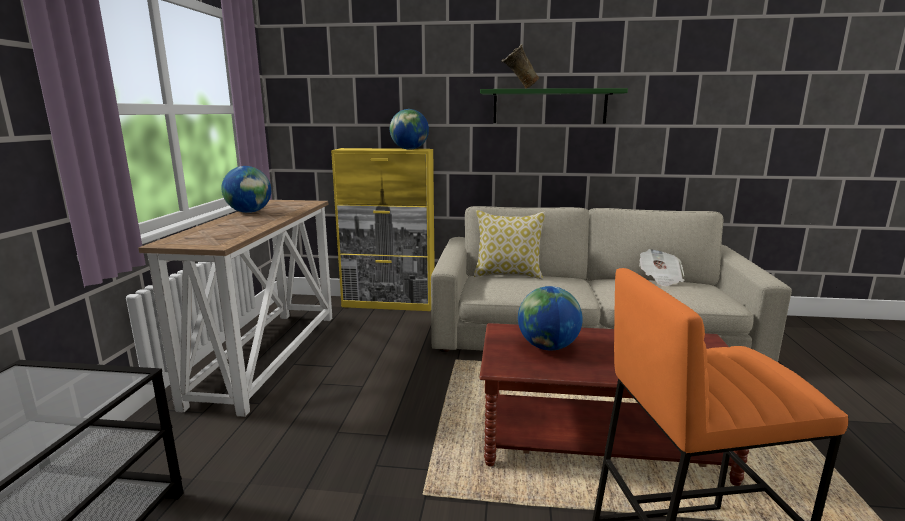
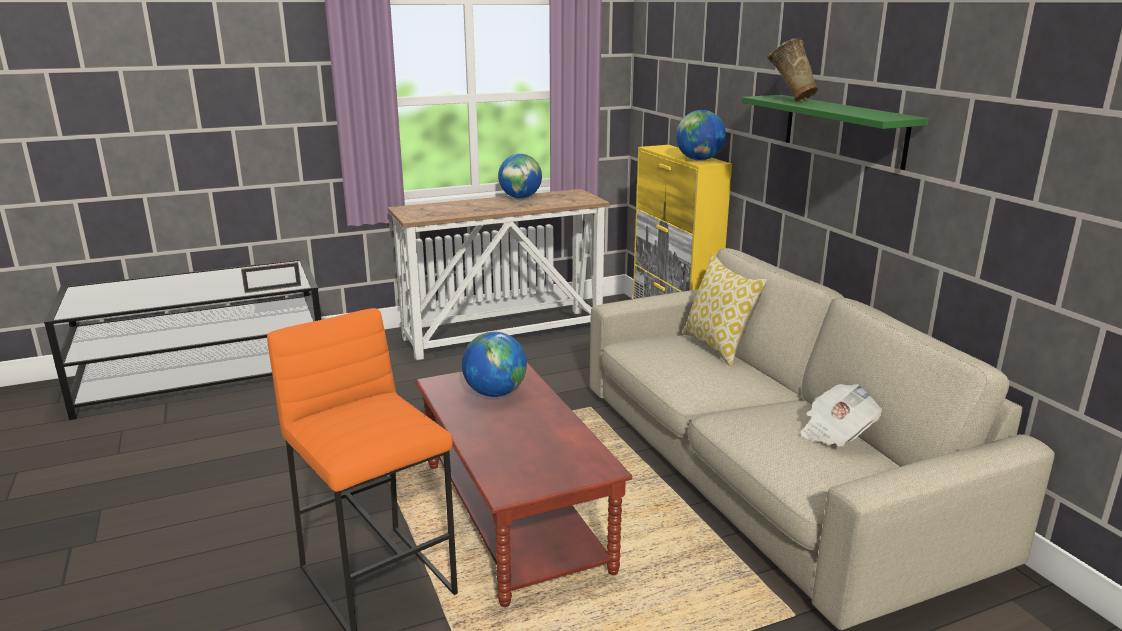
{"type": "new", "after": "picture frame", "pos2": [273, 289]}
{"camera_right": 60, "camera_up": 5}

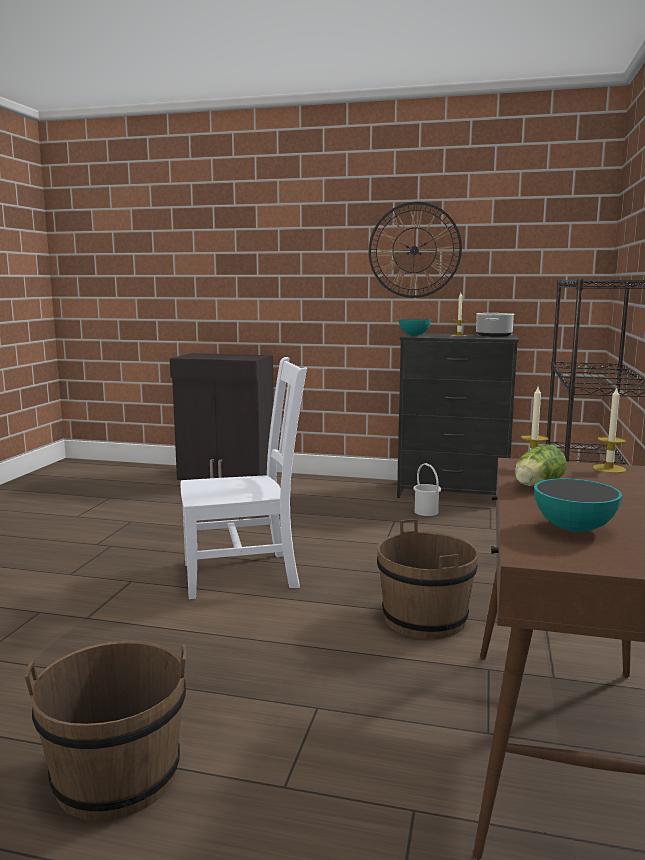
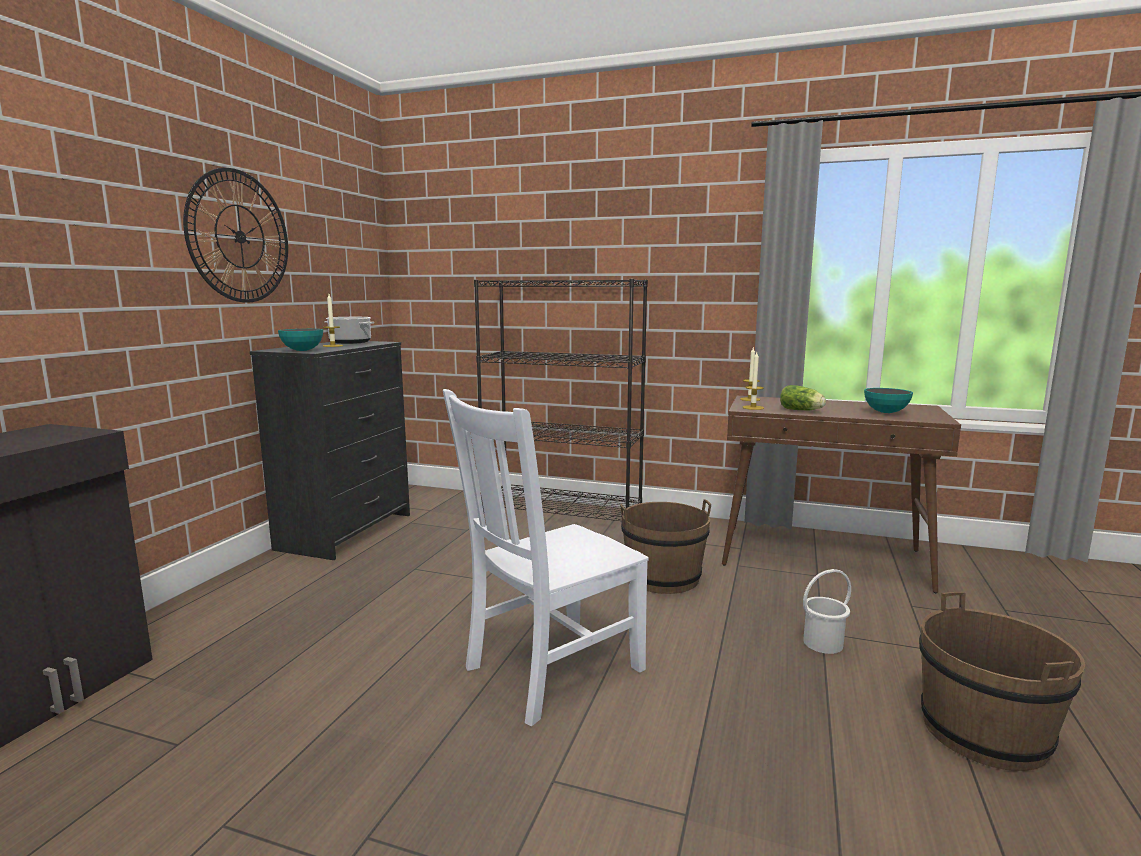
{"type": "rotated", "before": "white chair", "pos1": [245, 574], "pos2": [549, 670], "turn": -120}
{"type": "shifted", "before": "white bucket", "pos1": [426, 512], "pos2": [822, 643]}
{"camera_right": -85, "camera_up": 0}

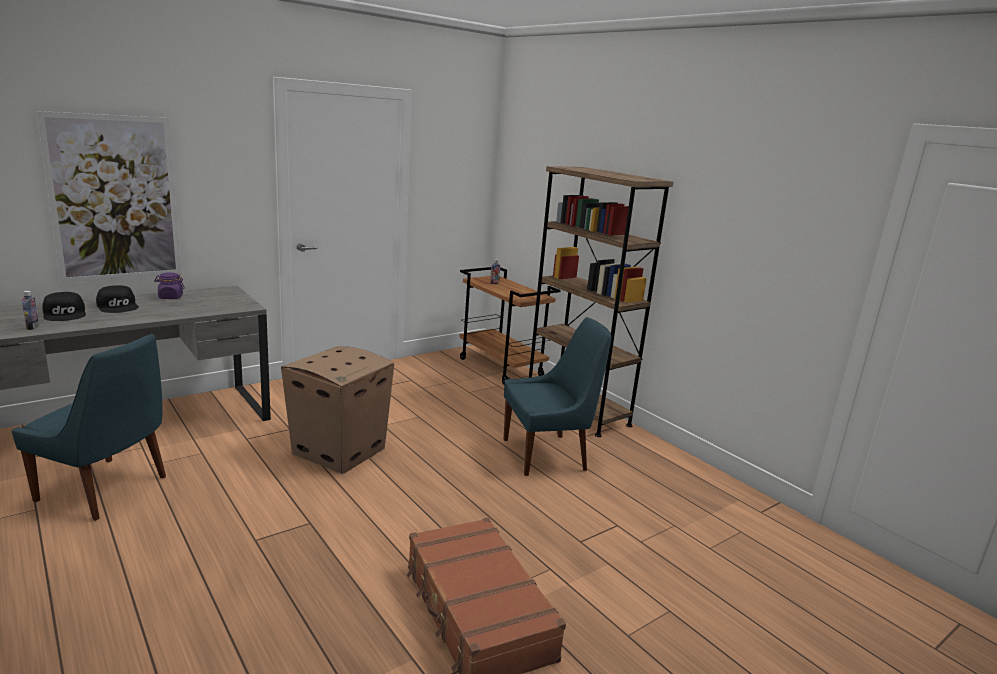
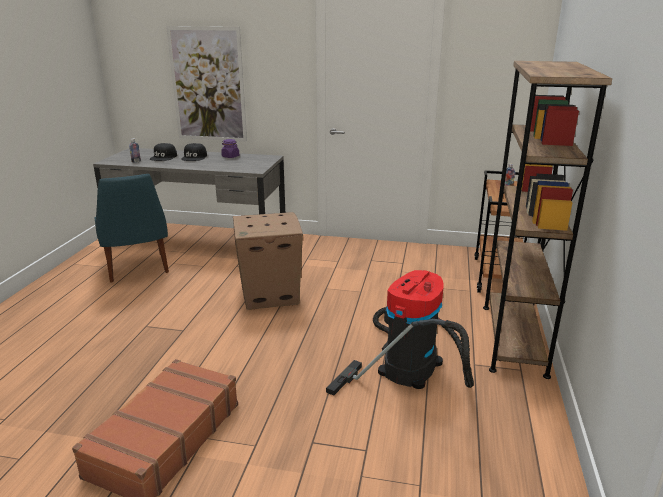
{"type": "swapped", "before": "blue chair", "after": "vacuum cleaner", "pos1": [547, 454], "pos2": [411, 363]}
{"camera_right": 50, "camera_up": 5}

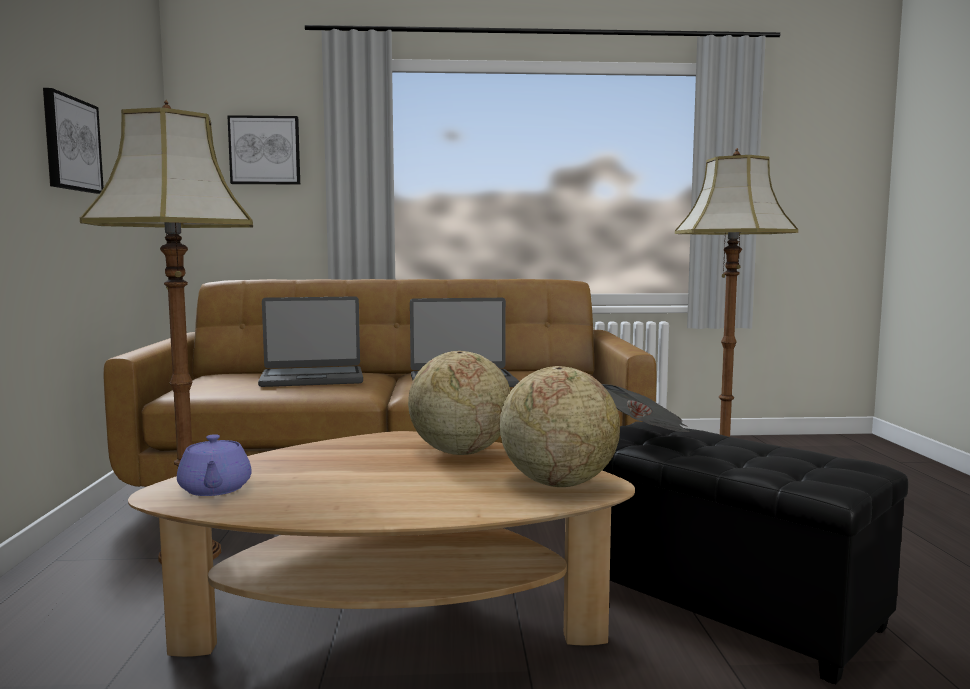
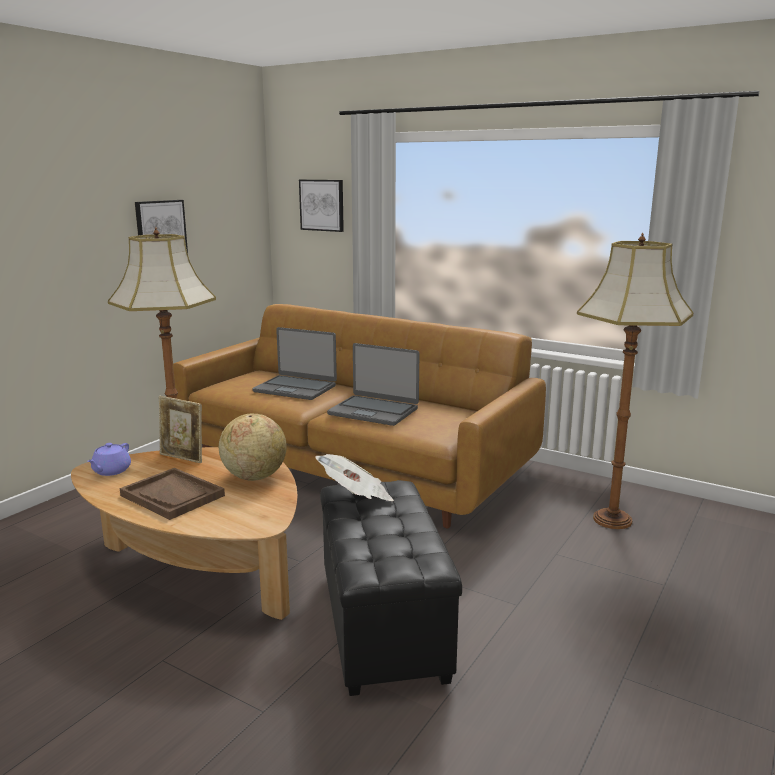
{"type": "new", "after": "brown tray", "pos2": [173, 495]}
{"type": "new", "after": "picture frame", "pos2": [182, 458]}
{"type": "gone", "before": "globe", "pos1": [558, 483]}
{"camera_right": 35, "camera_up": 10}

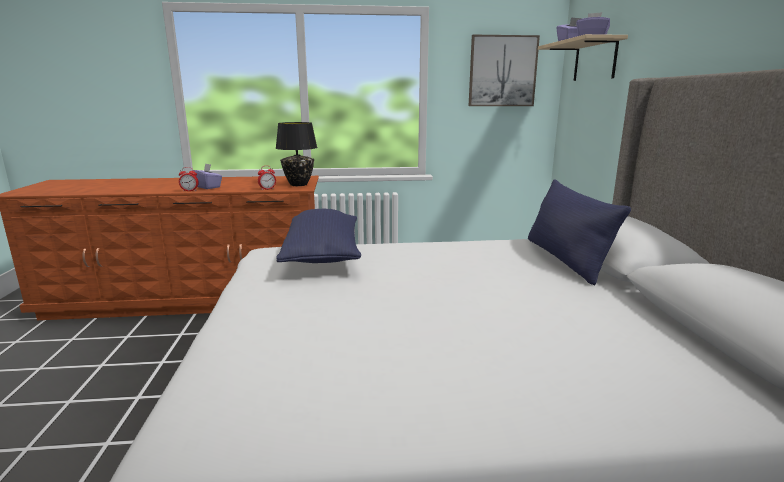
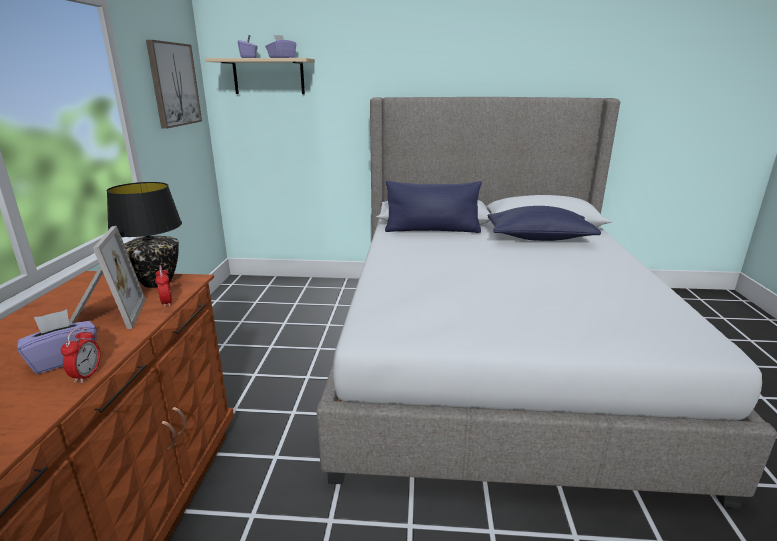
{"type": "new", "after": "picture frame", "pos2": [104, 317]}
{"type": "shifted", "before": "blue pillow", "pos1": [323, 255], "pos2": [539, 238]}
{"camera_right": -80, "camera_up": 5}

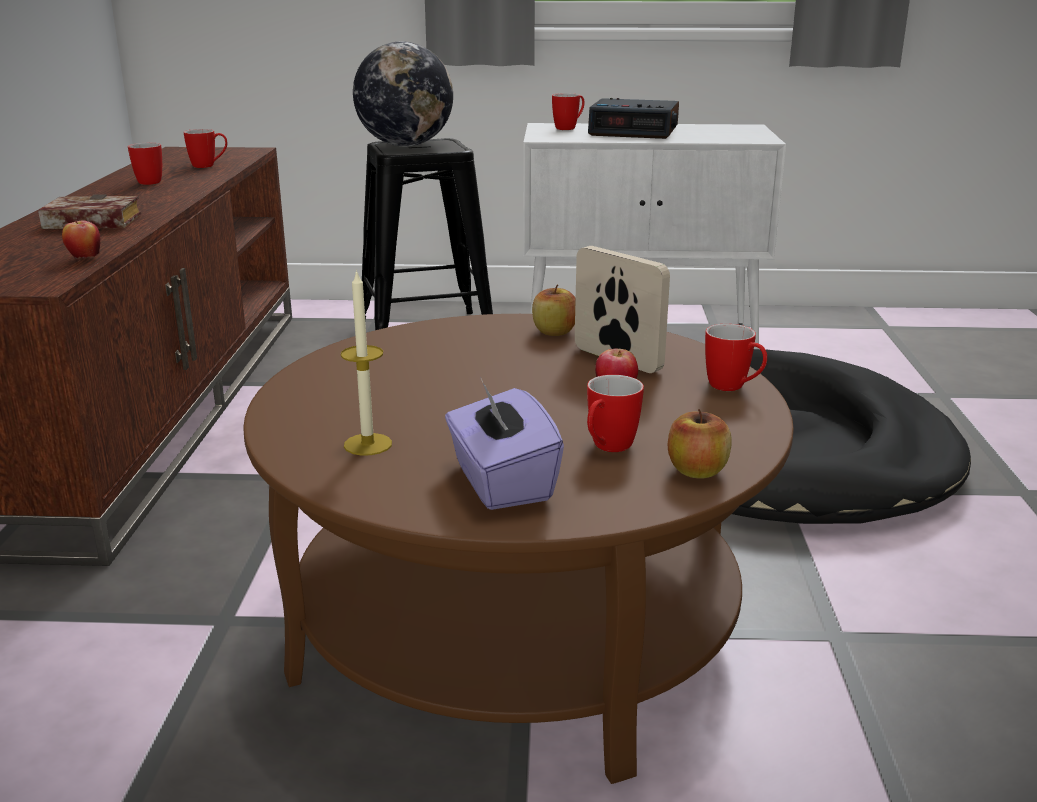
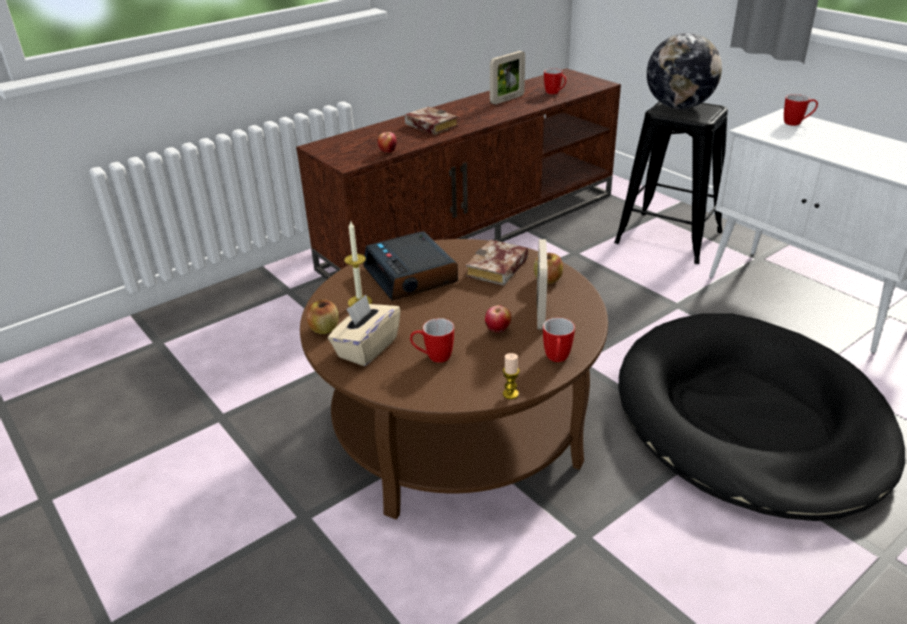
{"type": "shifted", "before": "apple", "pos1": [697, 471], "pos2": [324, 329]}
{"type": "repainted", "before": "purple tissue box", "after": "beige tissue box", "pos1": [501, 482], "pos2": [366, 348]}
{"type": "shifted", "before": "alarm clock", "pos1": [635, 131], "pos2": [411, 275]}
{"type": "new", "after": "book", "pos2": [498, 270]}
{"type": "swapped", "before": "mug", "after": "picture frame", "pos1": [151, 181], "pos2": [507, 99]}
{"type": "new", "after": "candle", "pos2": [510, 394]}
{"camera_right": 50, "camera_up": 10}

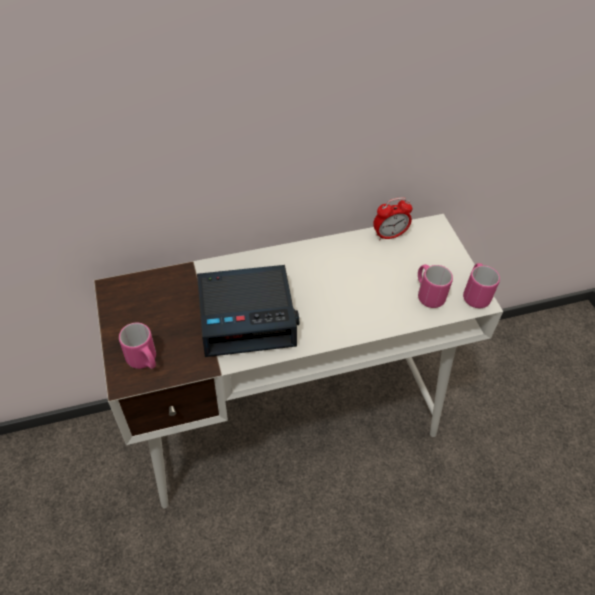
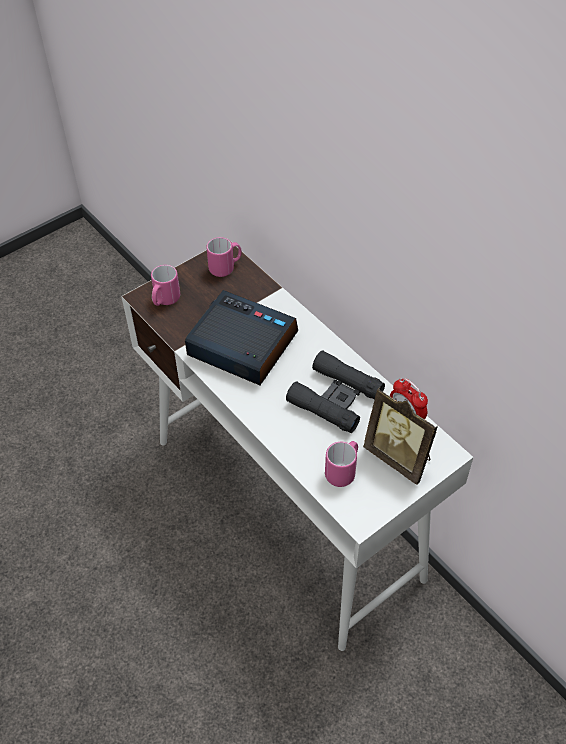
{"type": "rotated", "before": "alarm clock", "pos1": [247, 316], "pos2": [241, 345], "turn": 150}
{"type": "shifted", "before": "pink mug", "pos1": [475, 294], "pos2": [225, 267]}
{"type": "new", "after": "black binoculars", "pos2": [335, 398]}
{"type": "new", "after": "picture frame", "pos2": [399, 457]}
{"camera_right": 70, "camera_up": 0}

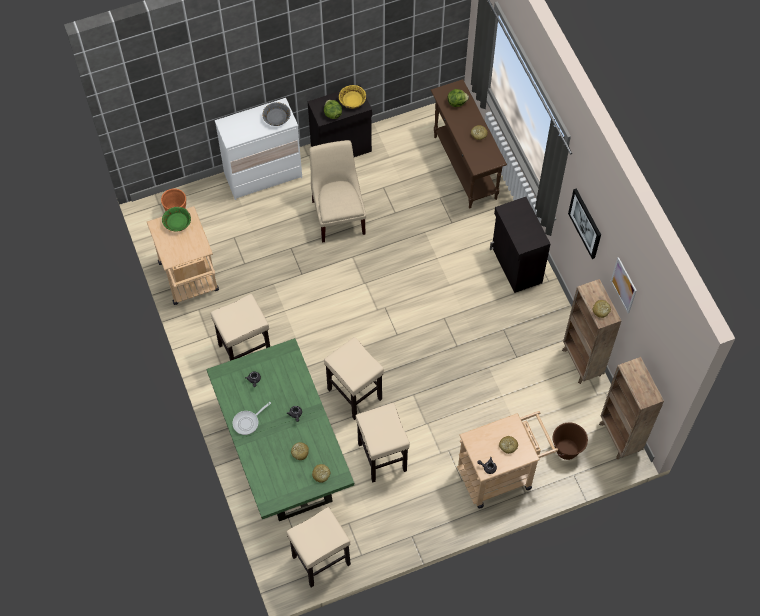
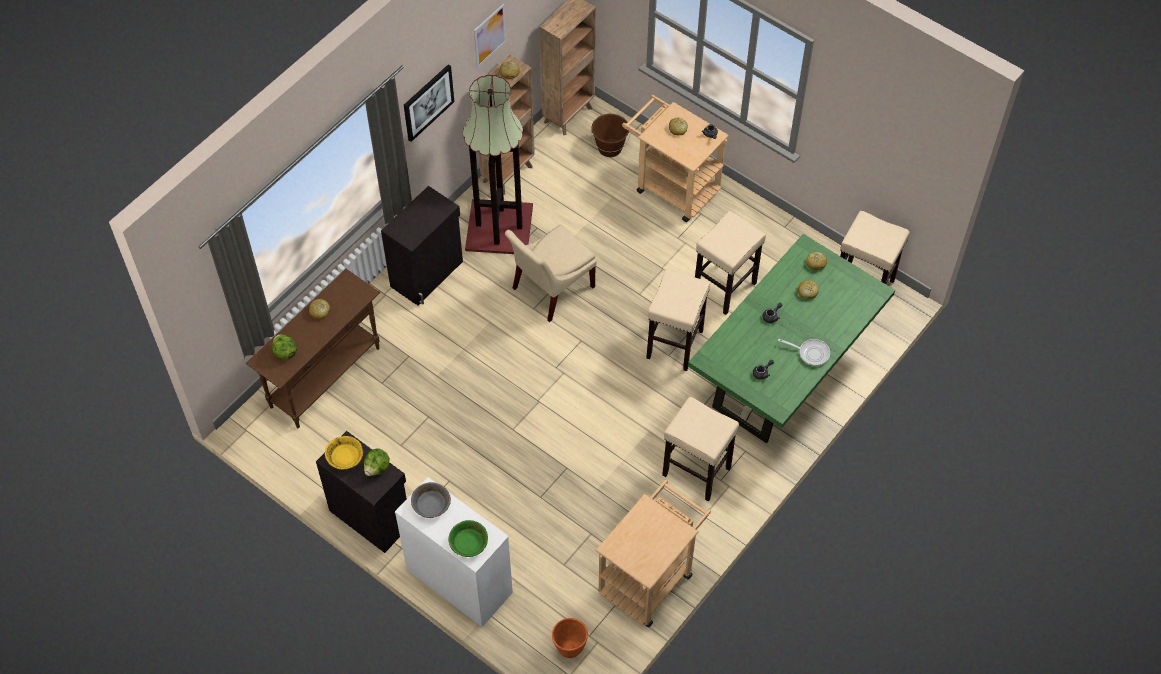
{"type": "shifted", "before": "green bowl", "pos1": [177, 222], "pos2": [468, 542]}
{"type": "new", "after": "floor lamp", "pos2": [500, 227]}
{"type": "shifted", "before": "beige chair", "pos1": [338, 214], "pos2": [550, 289]}
{"camera_right": -120, "camera_up": -5}

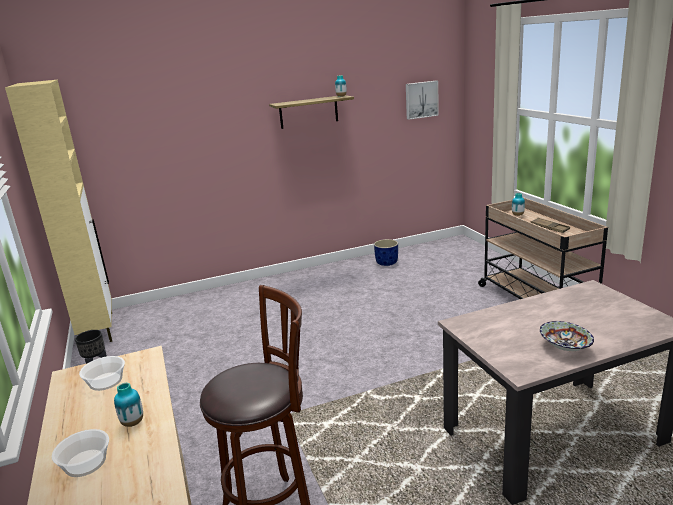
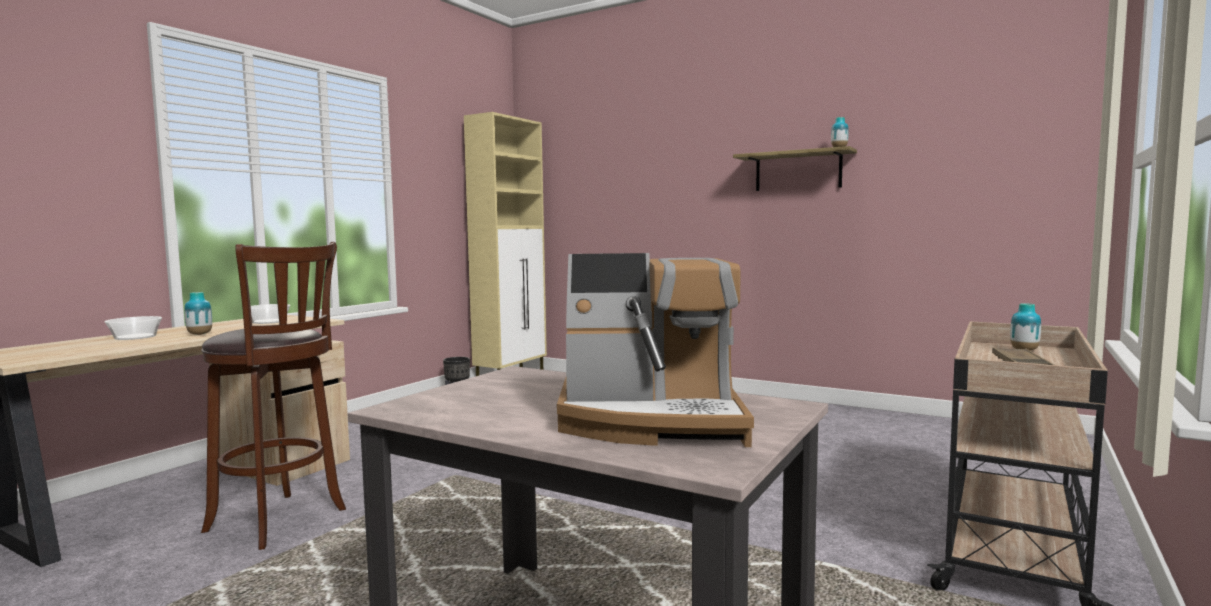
{"type": "new", "after": "coffee machine", "pos2": [652, 420]}
{"type": "gone", "before": "blue planter", "pos1": [387, 262]}
{"type": "gone", "before": "picture", "pos1": [421, 99]}
{"type": "gone", "before": "bowl", "pos1": [565, 347]}
{"camera_right": 50, "camera_up": -15}

